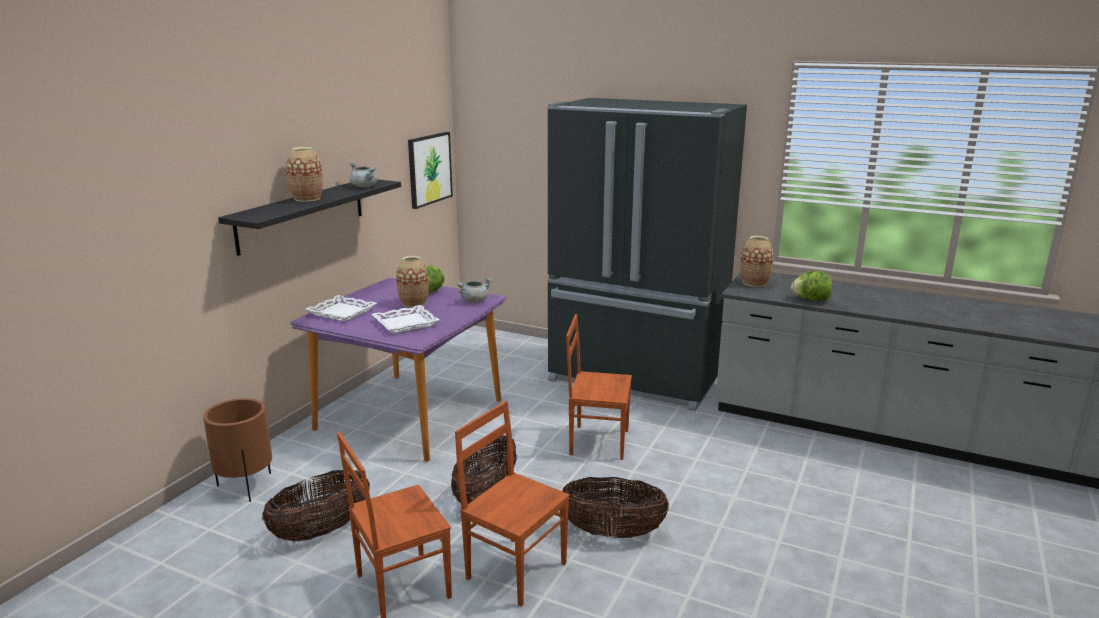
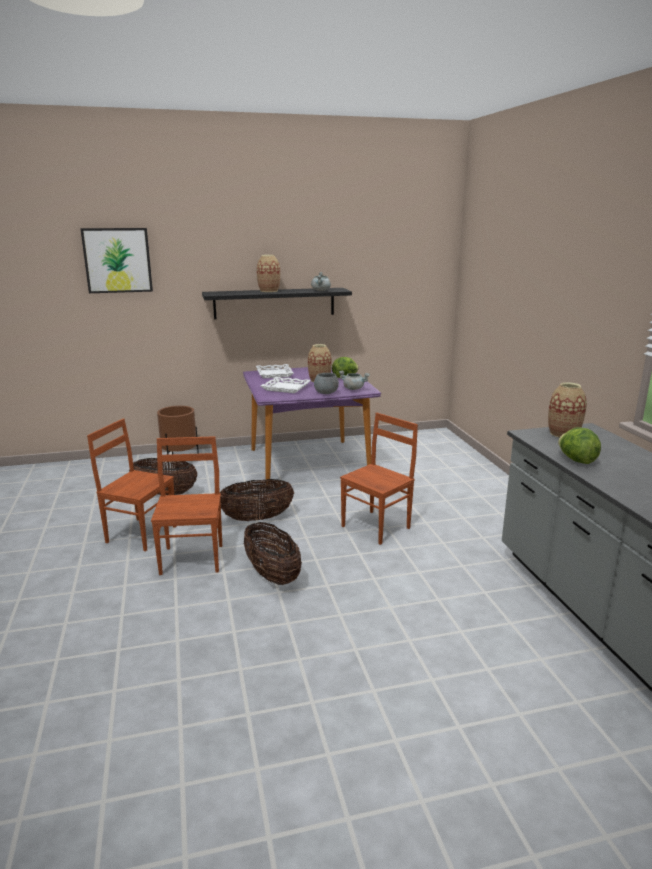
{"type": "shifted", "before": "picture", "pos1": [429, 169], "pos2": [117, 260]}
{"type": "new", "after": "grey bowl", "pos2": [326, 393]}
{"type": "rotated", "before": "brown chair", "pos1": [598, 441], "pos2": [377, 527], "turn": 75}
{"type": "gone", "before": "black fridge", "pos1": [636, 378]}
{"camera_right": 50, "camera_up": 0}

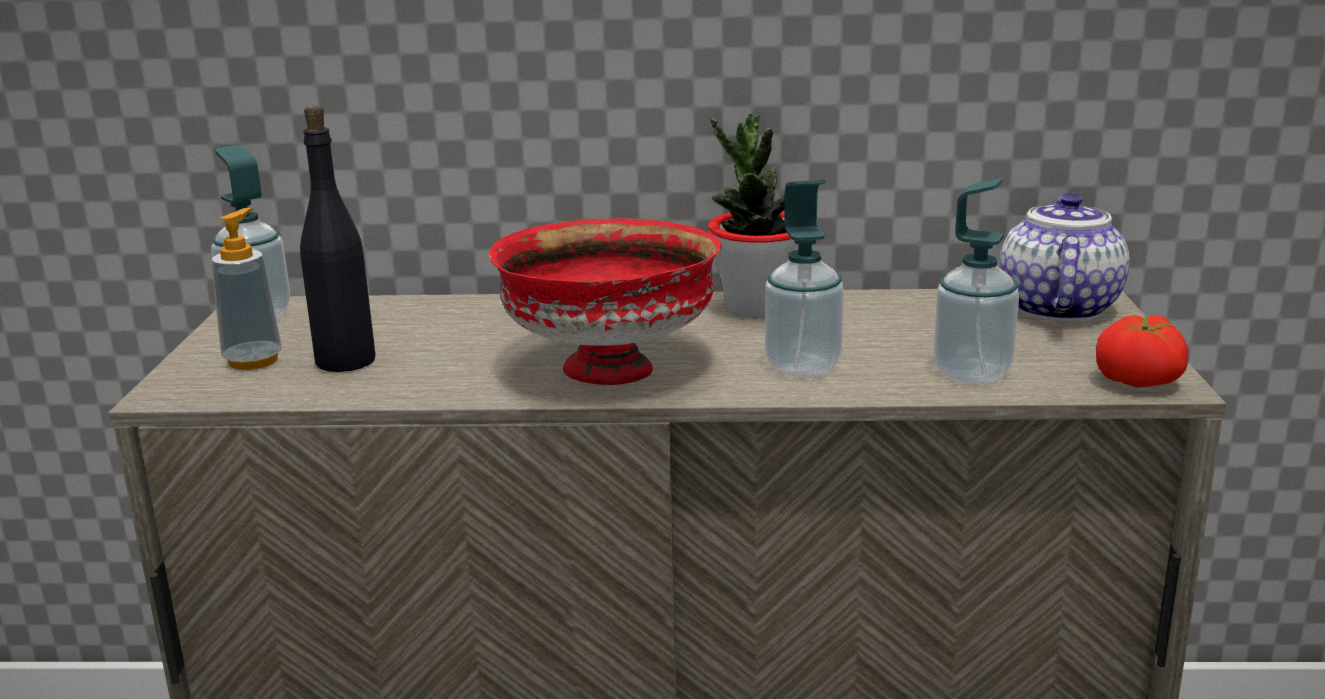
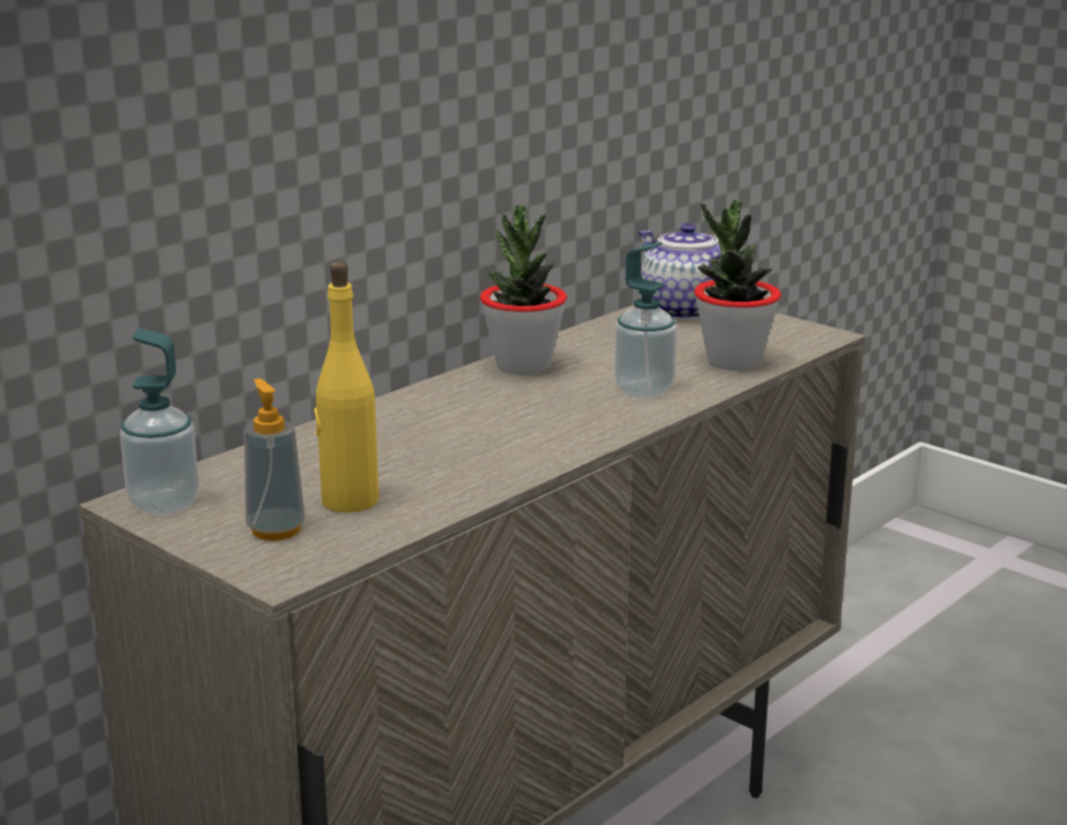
{"type": "repainted", "before": "black bottle", "after": "yellow bottle", "pos1": [345, 361], "pos2": [349, 501]}
{"type": "swapped", "before": "soap dispenser", "after": "potted plant", "pos1": [971, 373], "pos2": [733, 362]}
{"type": "gone", "before": "red bowl", "pos1": [608, 368]}
{"type": "gone", "before": "tomato", "pos1": [1140, 380]}
{"camera_right": -50, "camera_up": 0}

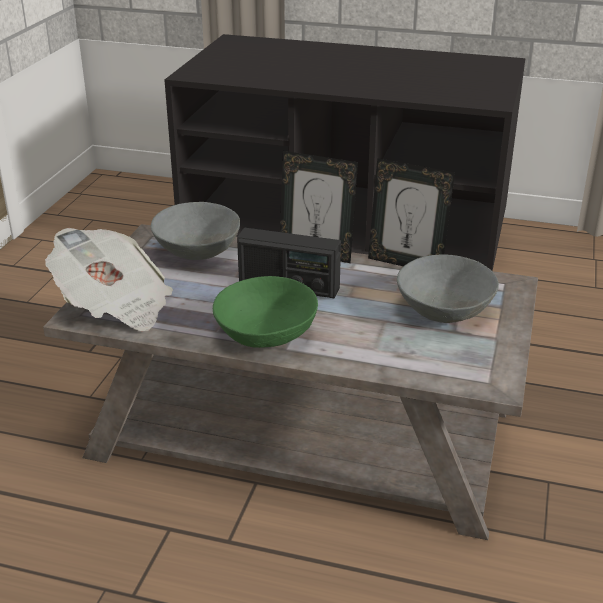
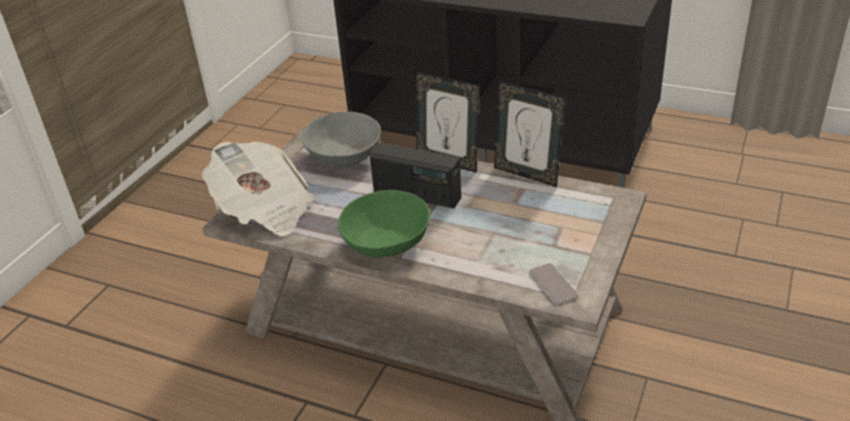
{"type": "new", "after": "phone", "pos2": [552, 284]}
{"type": "gone", "before": "grey bowl", "pos1": [443, 310]}
{"camera_right": 10, "camera_up": 5}

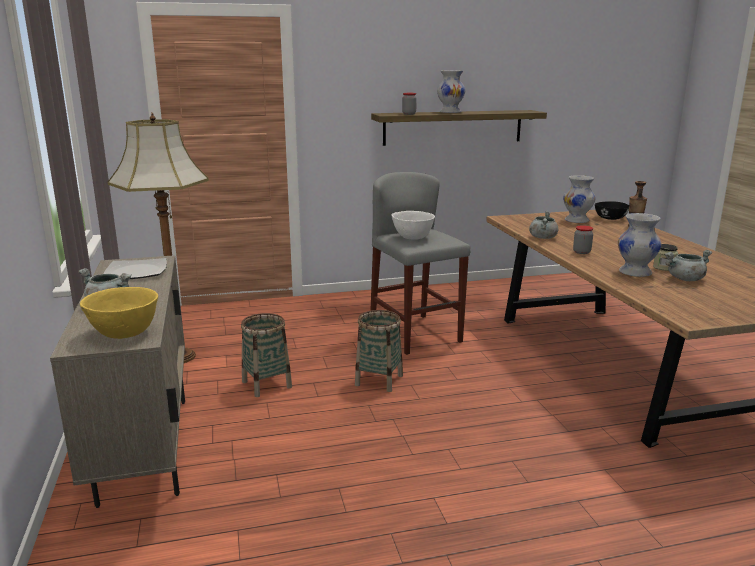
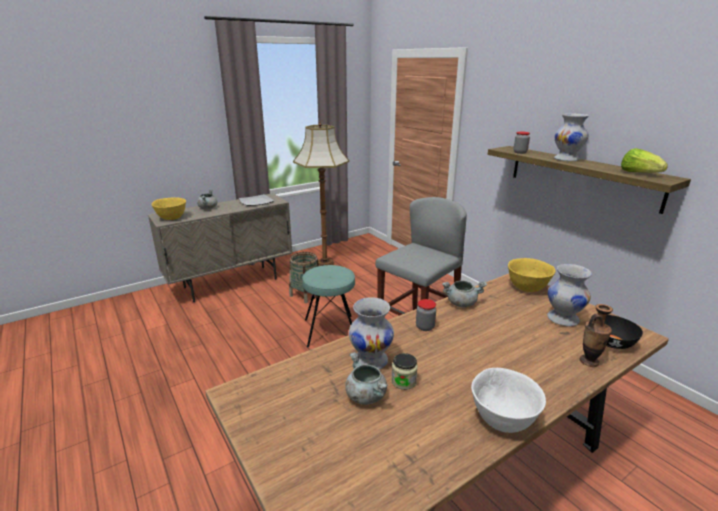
{"type": "swapped", "before": "basket", "after": "turquoise stool", "pos1": [379, 380], "pos2": [330, 330]}
{"type": "shifted", "before": "white bowl", "pos1": [412, 237], "pos2": [502, 419]}
{"type": "new", "after": "yellow bowl", "pos2": [527, 288]}
{"type": "new", "after": "lettuce", "pos2": [639, 173]}
{"camera_right": 70, "camera_up": 5}

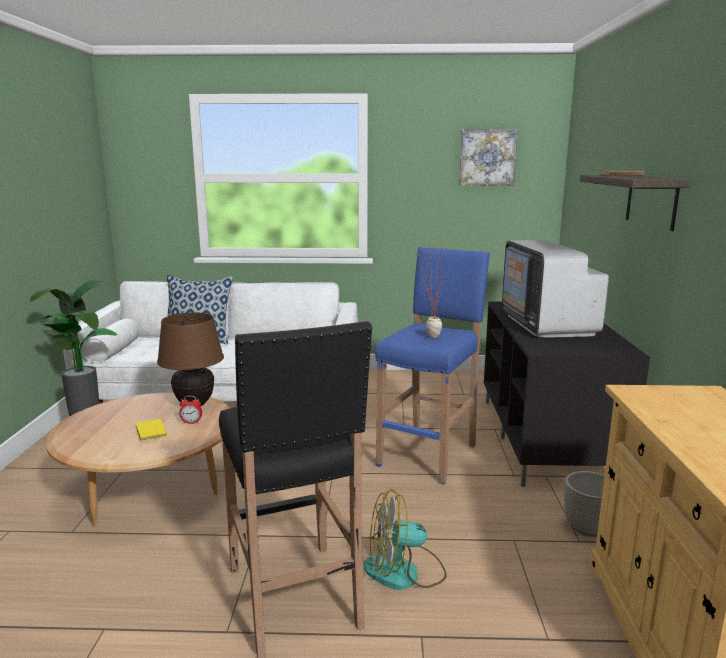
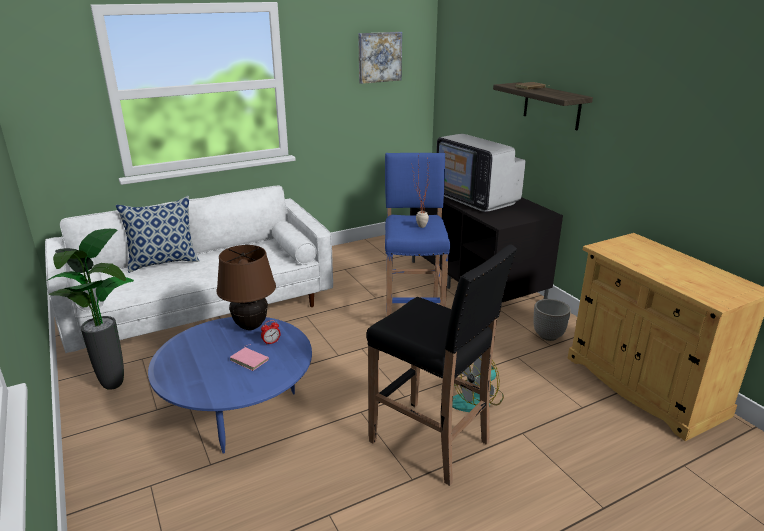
{"type": "repainted", "before": "brown coffee table", "after": "blue coffee table", "pos1": [152, 493], "pos2": [239, 411]}
{"type": "repainted", "before": "yellow book", "after": "pink book", "pos1": [152, 432], "pos2": [250, 360]}
{"camera_right": -30, "camera_up": 10}

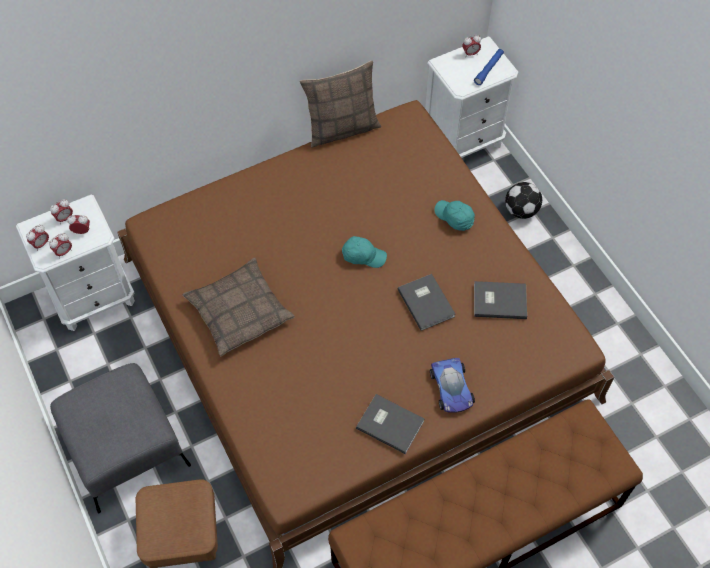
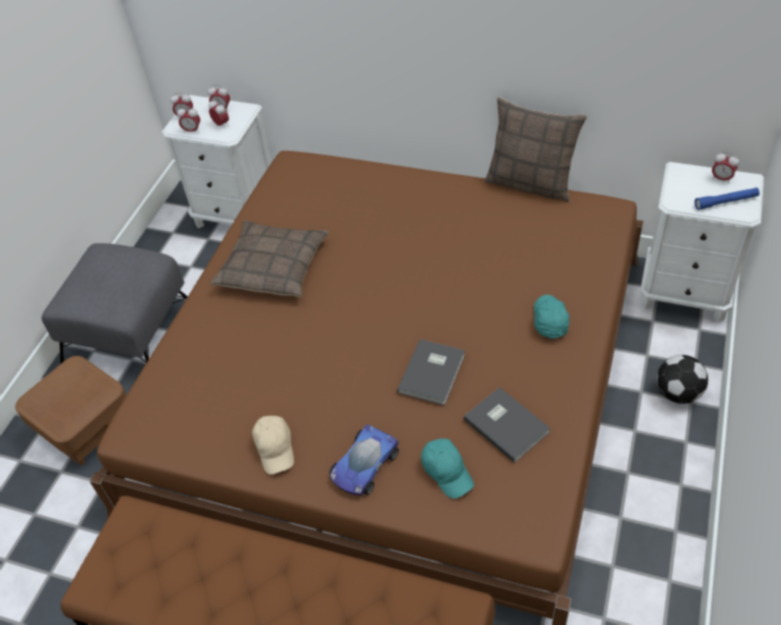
{"type": "swapped", "before": "grey book", "after": "beige cap", "pos1": [390, 423], "pos2": [275, 448]}
{"type": "shifted", "before": "turquoise cap", "pos1": [363, 256], "pos2": [447, 472]}
{"camera_right": 50, "camera_up": -10}

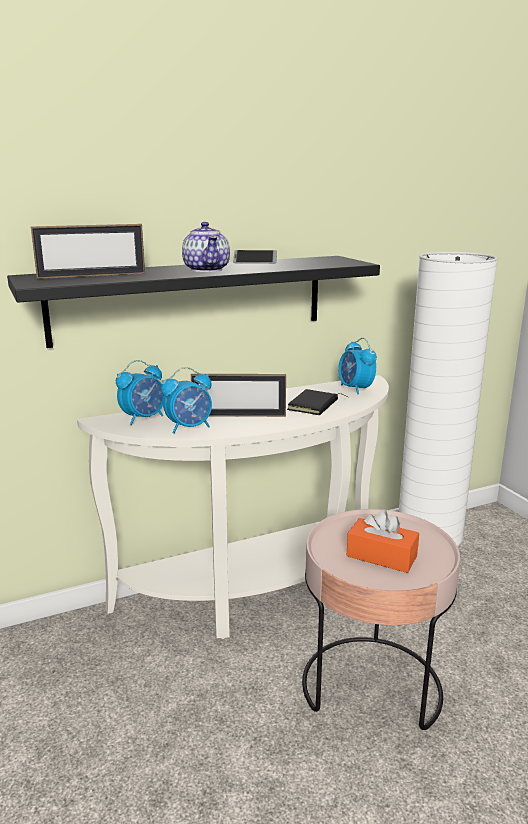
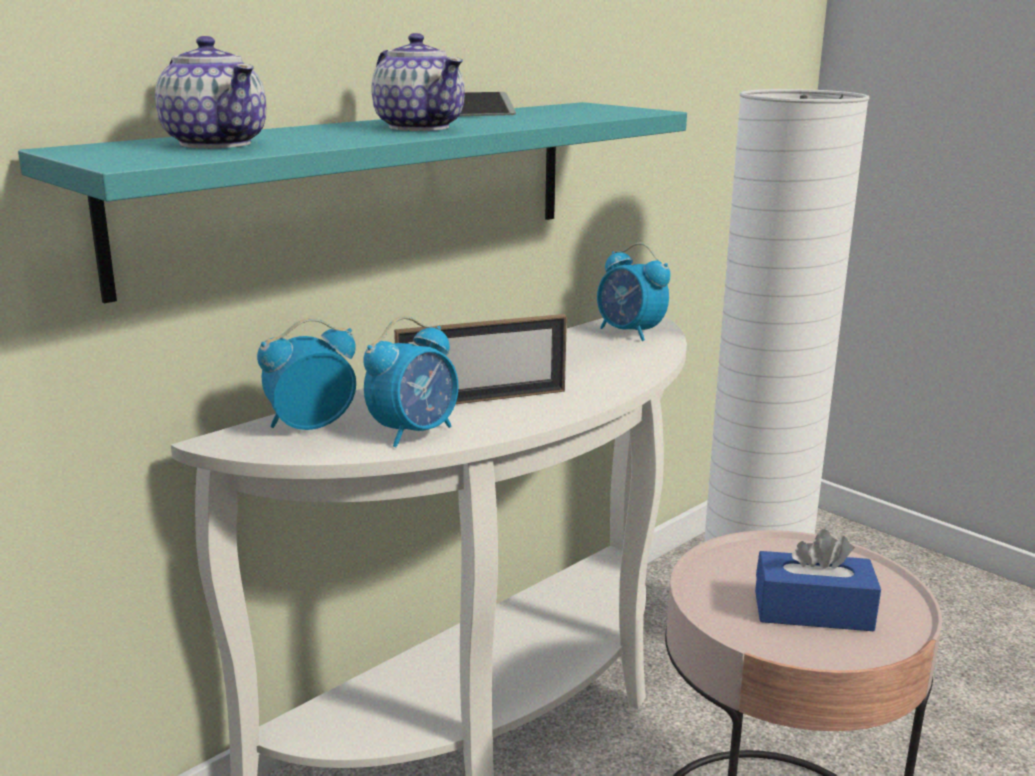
{"type": "repainted", "before": "black shelf", "after": "turquoise shelf", "pos1": [191, 299], "pos2": [362, 188]}
{"type": "swapped", "before": "picture frame", "after": "teapot", "pos1": [92, 275], "pos2": [216, 143]}
{"type": "rotated", "before": "alarm clock", "pos1": [144, 418], "pos2": [309, 426], "turn": -150}
{"type": "repainted", "before": "orange tissue box", "after": "blue tissue box", "pos1": [381, 556], "pos2": [813, 611]}
{"type": "gone", "before": "black book", "pos1": [314, 406]}
{"camera_right": -20, "camera_up": 0}

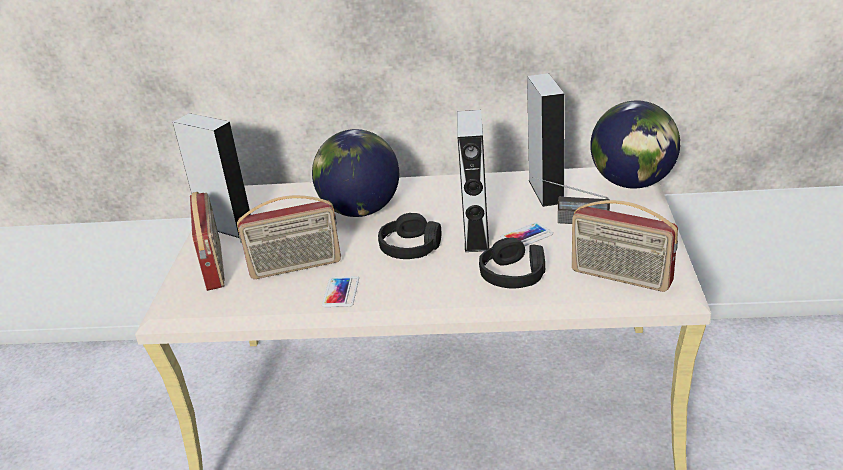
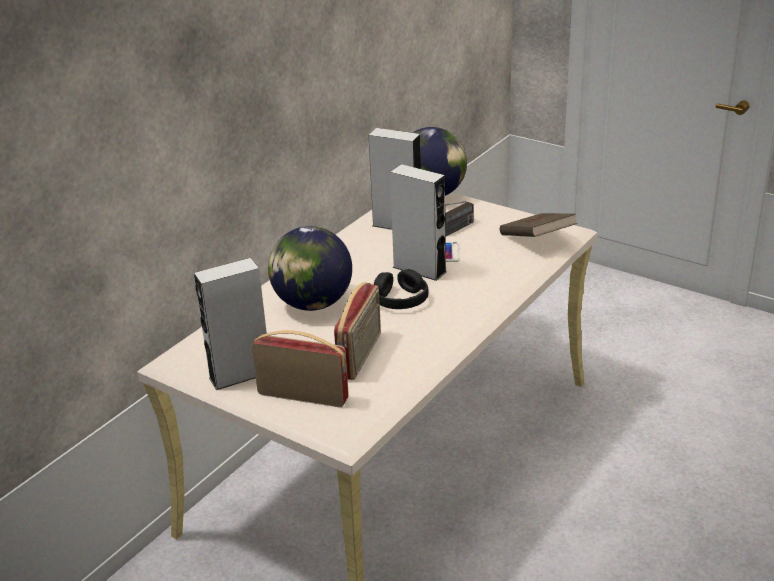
{"type": "swapped", "before": "radio", "after": "brown book", "pos1": [620, 277], "pos2": [536, 240]}
{"type": "gone", "before": "phone", "pos1": [341, 292]}
{"type": "gone", "before": "black headphones", "pos1": [513, 274]}
{"camera_right": -60, "camera_up": 0}

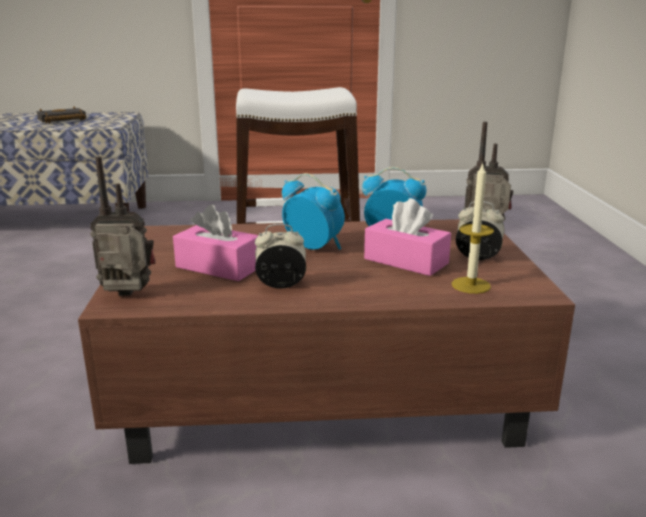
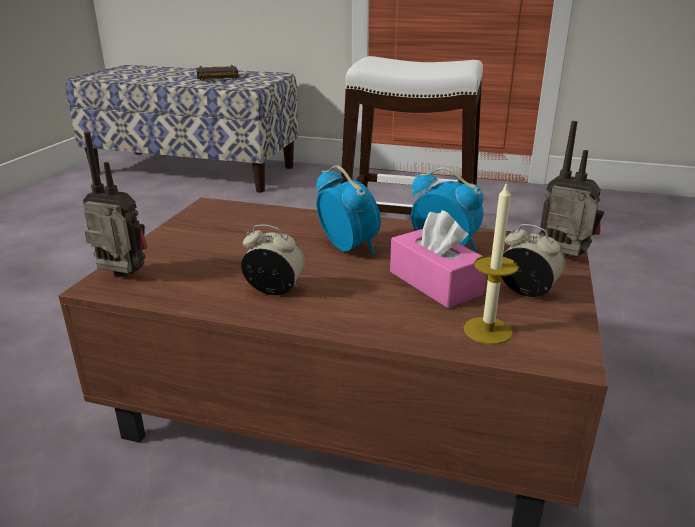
{"type": "gone", "before": "pink tissue box", "pos1": [218, 267]}
{"camera_right": 20, "camera_up": 5}

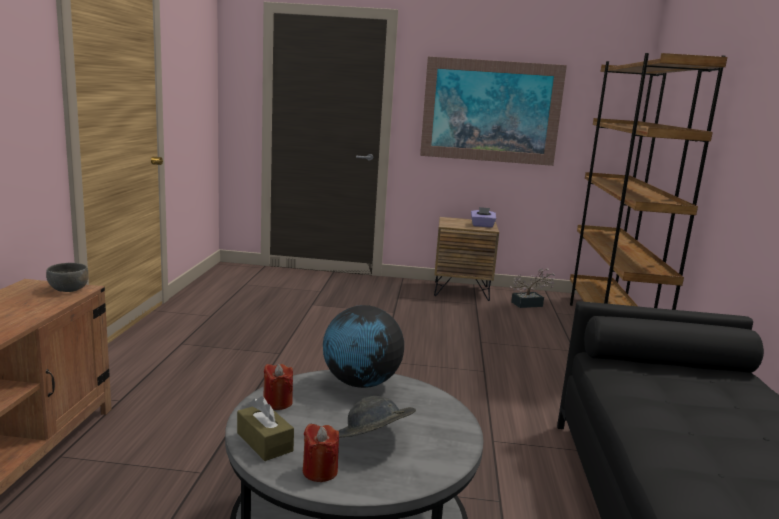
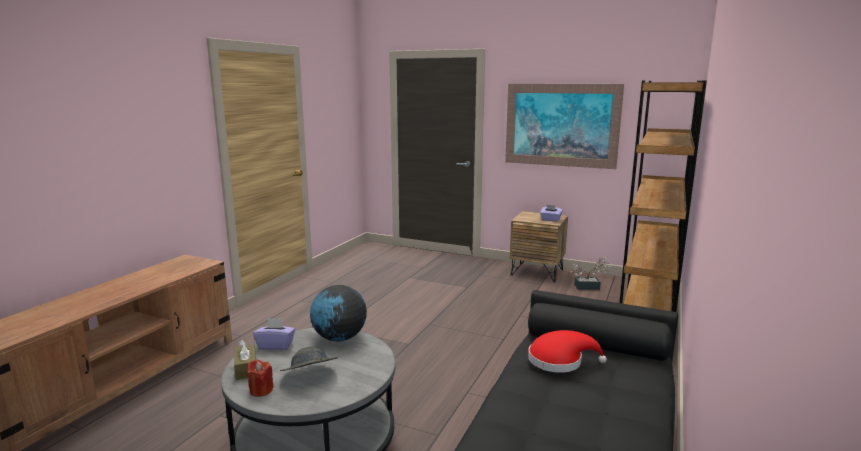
{"type": "swapped", "before": "red candle", "after": "purple tissue box", "pos1": [277, 402], "pos2": [276, 345]}
{"type": "new", "after": "red hat", "pos2": [559, 361]}
{"type": "gone", "before": "grey bowl", "pos1": [69, 289]}
{"camera_right": 20, "camera_up": 0}

